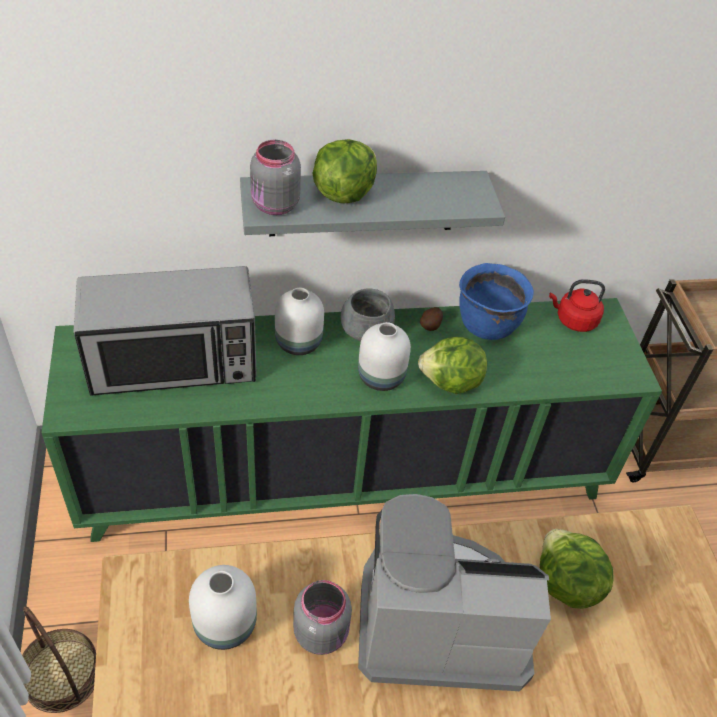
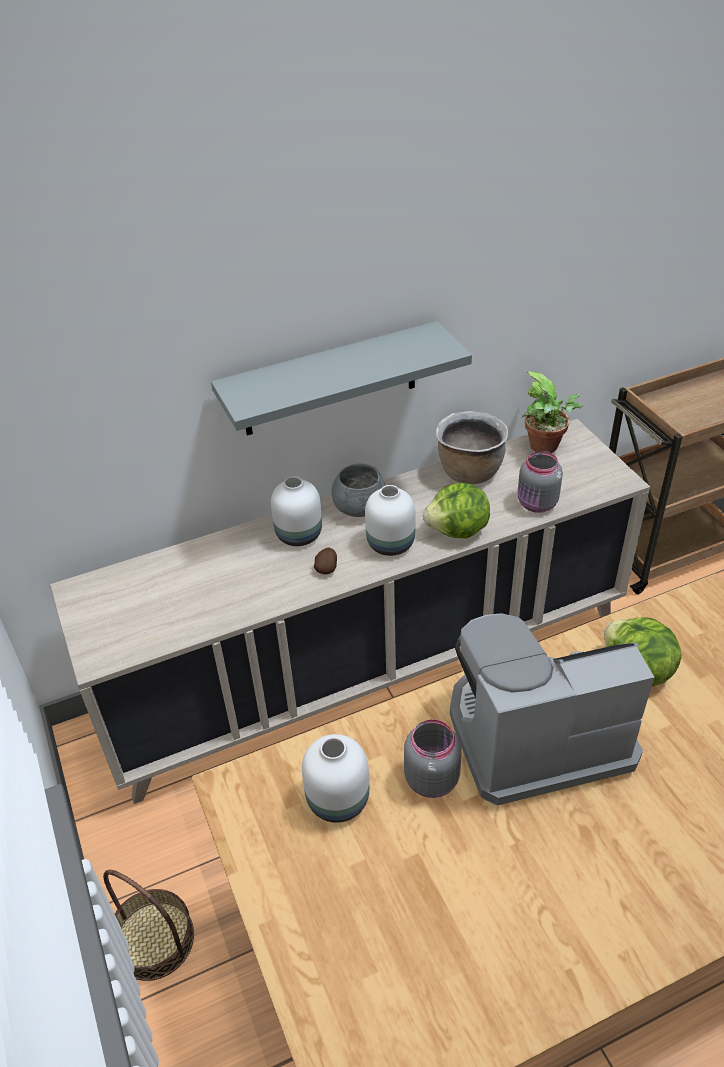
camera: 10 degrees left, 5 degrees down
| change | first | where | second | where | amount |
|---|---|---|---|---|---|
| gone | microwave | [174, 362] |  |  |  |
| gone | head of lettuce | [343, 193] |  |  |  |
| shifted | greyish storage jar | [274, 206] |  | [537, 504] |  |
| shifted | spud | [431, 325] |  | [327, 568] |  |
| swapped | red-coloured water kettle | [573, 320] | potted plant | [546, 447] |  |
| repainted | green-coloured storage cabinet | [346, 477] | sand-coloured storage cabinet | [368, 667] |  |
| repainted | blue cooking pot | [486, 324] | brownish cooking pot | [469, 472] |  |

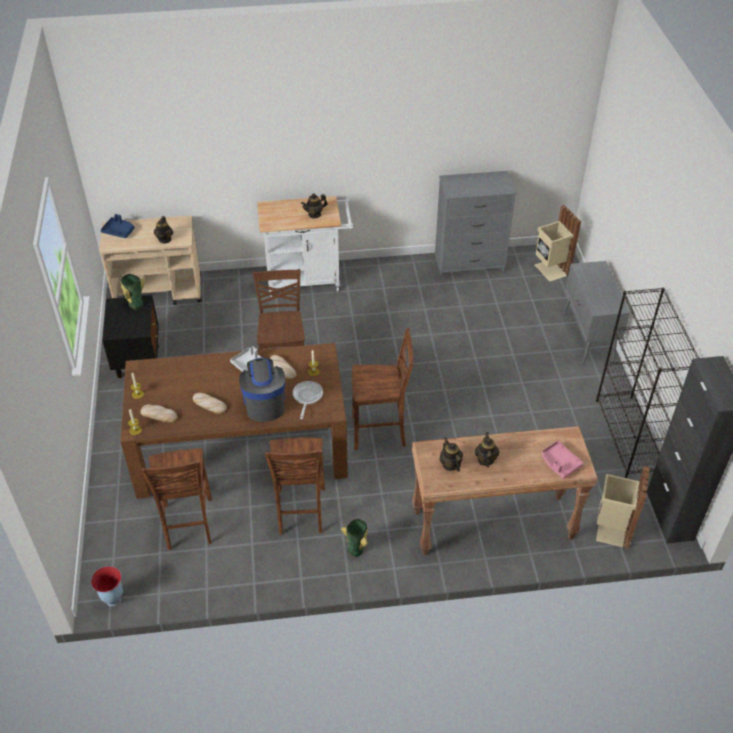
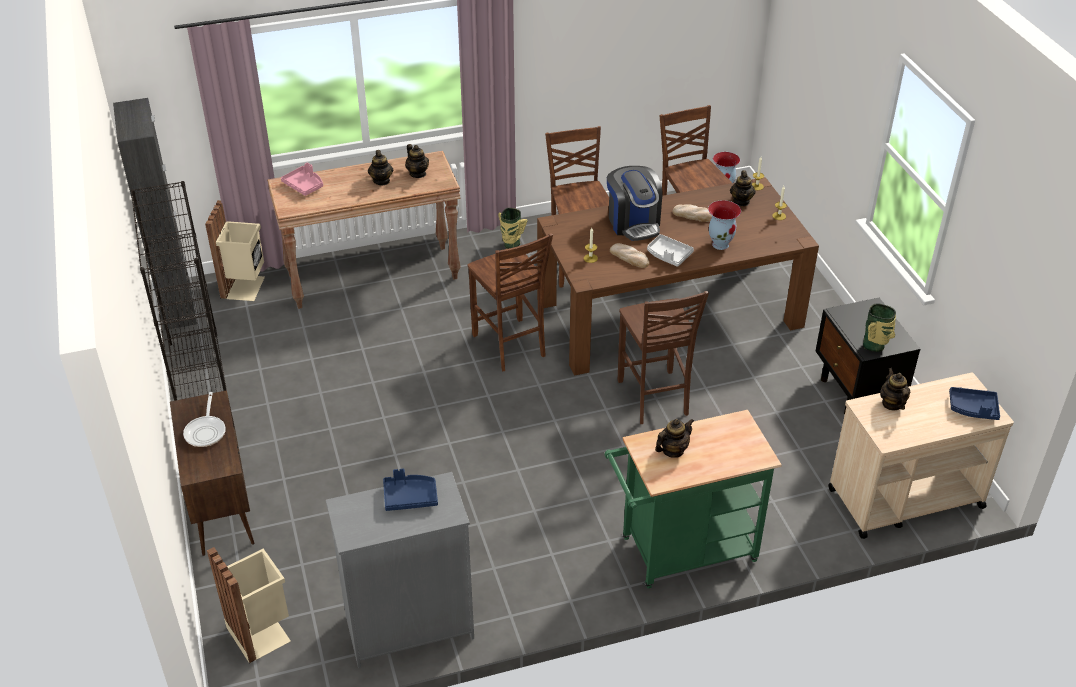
camera: 170 degrees right, 5 degrees down
| change | first | where | second | where | amount |
|---|---|---|---|---|---|
| new |  |  | blue serving tray | [410, 497] |  |
| new |  |  | flower vase | [720, 244] |  |
| shifted | skillet | [307, 397] |  | [206, 431] |  |
| swapped | bread | [159, 415] | pot for tea | [741, 201] |  |
| repainted | white-coloured wheeled cart | [308, 280] | green-coloured wheeled cart | [680, 552] |  |
| repainted | greyish storage cabinet | [588, 338] | brownish storage cabinet | [221, 507] |  |
| rotated | brownish upright chair | [380, 433] |  | [510, 346] | 105 degrees counterclockwise |

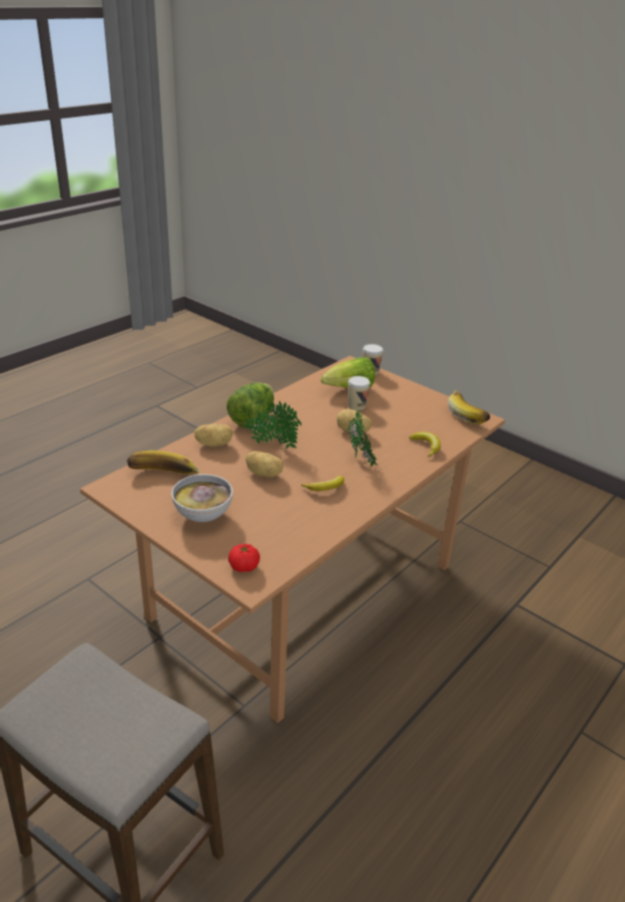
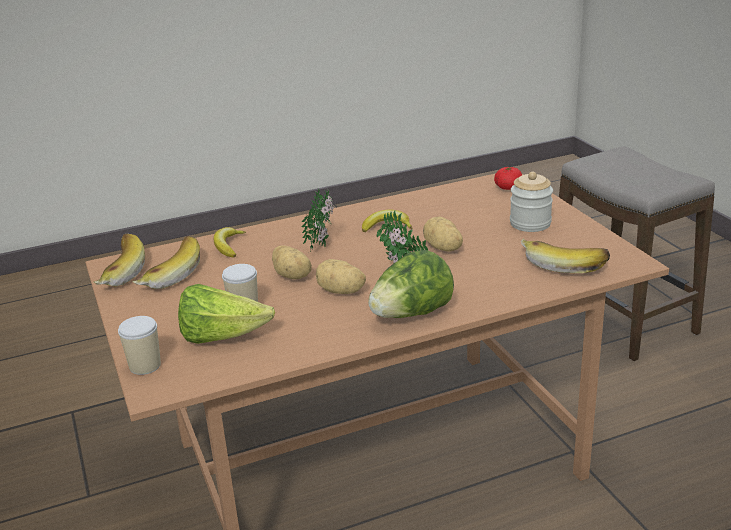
camera: 150 degrees left, 5 degrees down
| change | first | where | second | where | amount |
|---|---|---|---|---|---|
| new |  |  | whole banana | [169, 274] |  |
| shifted | spud | [214, 444] |  | [341, 292] |  |
| swapped | bowl | [203, 515] | storage jar | [530, 223] |  |

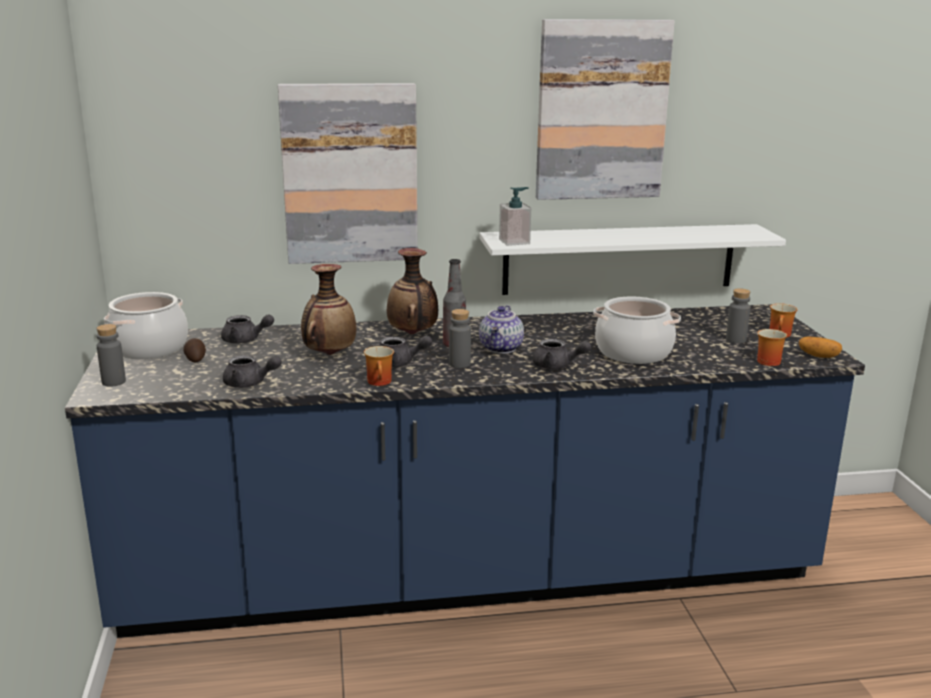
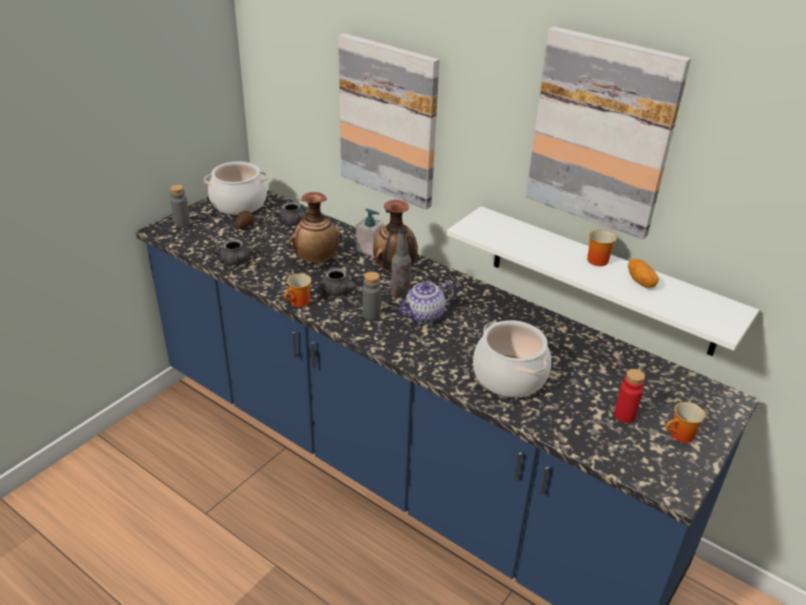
camera: 45 degrees right, 15 degrees up
| change | first | where | second | where | amount |
|---|---|---|---|---|---|
| gone | greyish pot for tea | [557, 366] |  |  |  |
| shifted | soap bottle | [514, 242] |  | [370, 249] |  |
| shifted | coffee mug | [765, 361] |  | [597, 259] |  |
| shifted | spud | [818, 356] |  | [641, 281] |  |
| repainted | greyish beverage bottle | [735, 340] | red-coloured beverage bottle | [624, 415] |  |

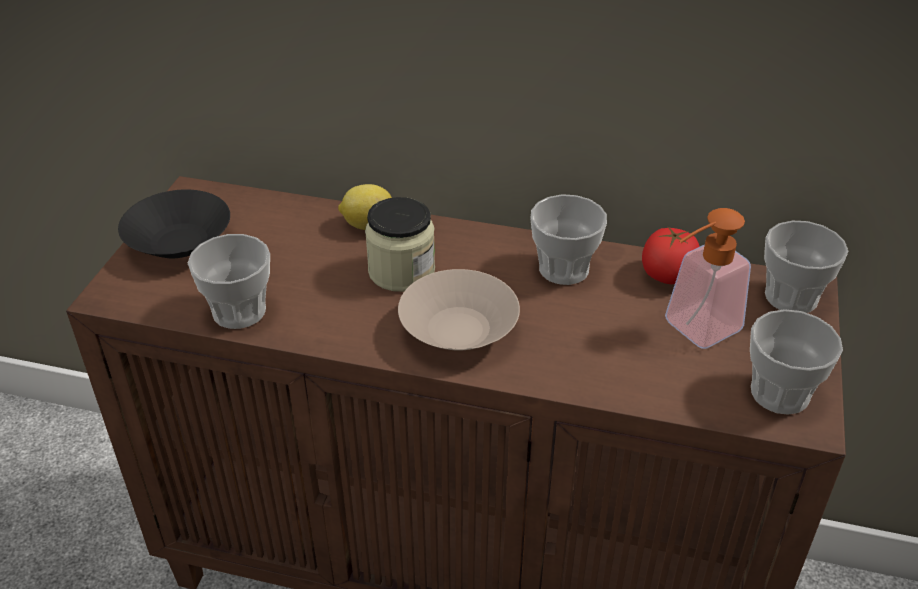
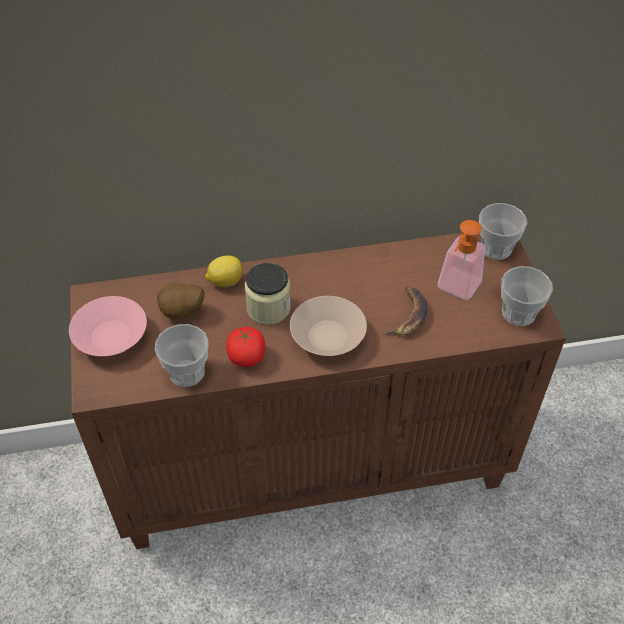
camera: 25 degrees left, 10 degrees up
| change | first | where | second | where | amount |
|---|---|---|---|---|---|
| gone | small cup | [564, 269] |  |  |  |
| new |  |  | spud | [182, 313] |  |
| new |  |  | whole banana | [408, 315] |  |
| shifted | tomato | [667, 275] |  | [246, 357] |  |
| repainted | black bowl | [178, 244] | pinkish bowl | [111, 338] |  |

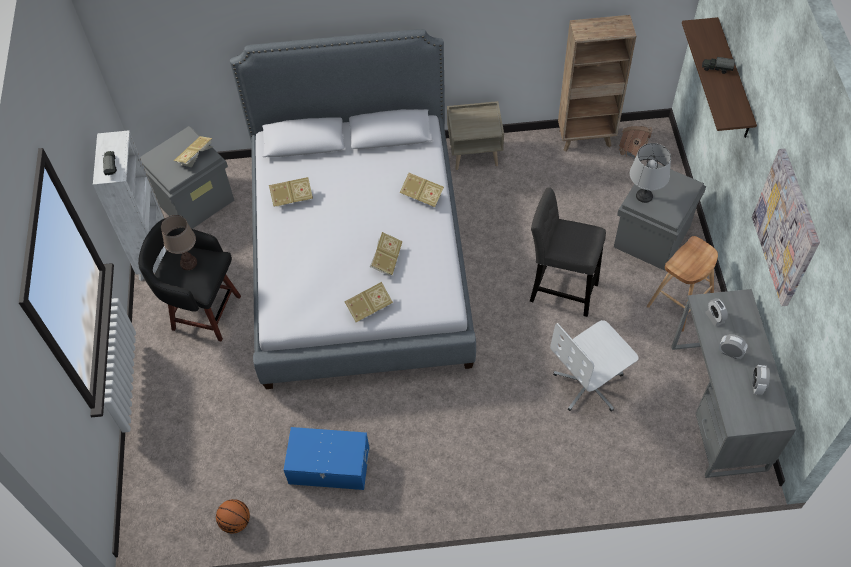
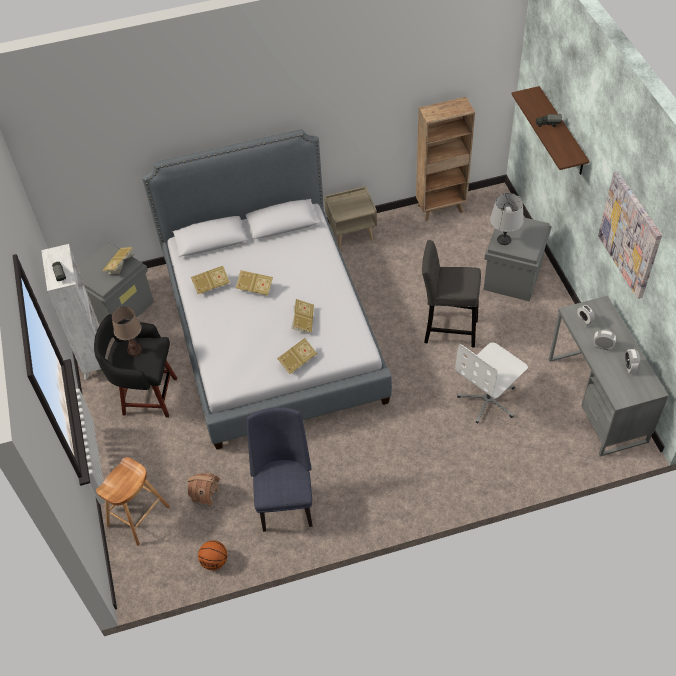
camera: 10 degrees left, 5 degrees down
| change | first | where | second | where | amount |
|---|---|---|---|---|---|
| shifted | bound book | [422, 196] |  | [255, 288] |  |
| shifted | toy house | [633, 150] |  | [205, 494] |  |
| shifted | brownish stool seat | [680, 302] |  | [138, 516] |  |
| swapped | blue storage container | [329, 466] | blue upright chair | [285, 502] |  |

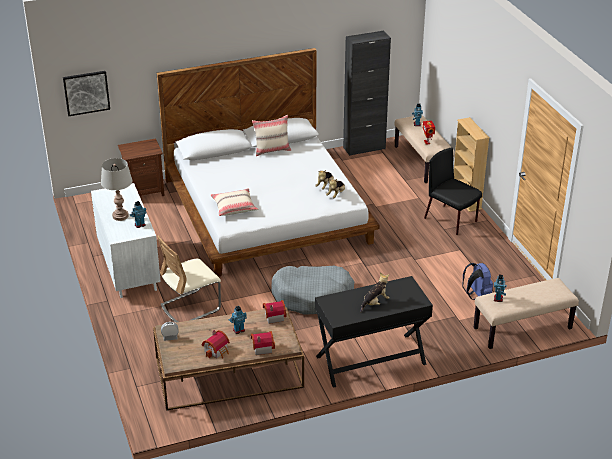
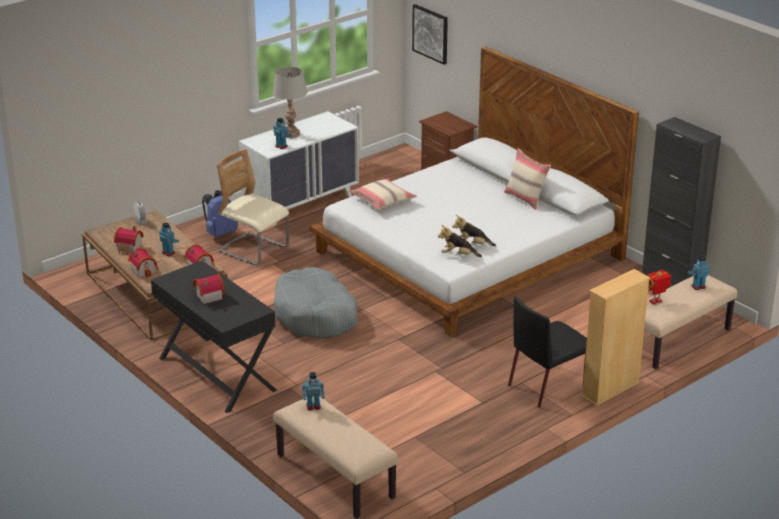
camera: 70 degrees right, 5 degrees down
| change | first | where | second | where | amount |
|---|---|---|---|---|---|
| shifted | blue knapsack | [477, 296] |  | [220, 233] |  |
| swapped | plush toy | [375, 303] | toy house | [208, 296] |  |
| rotated | black upright chair | [451, 220] |  | [547, 385] | 150 degrees counterclockwise |

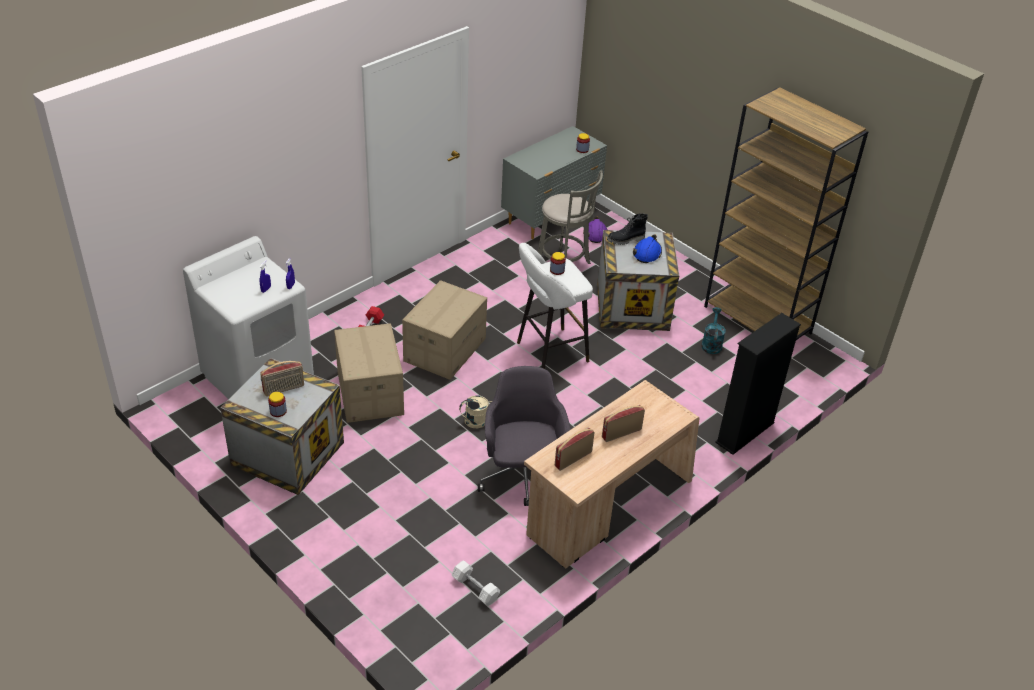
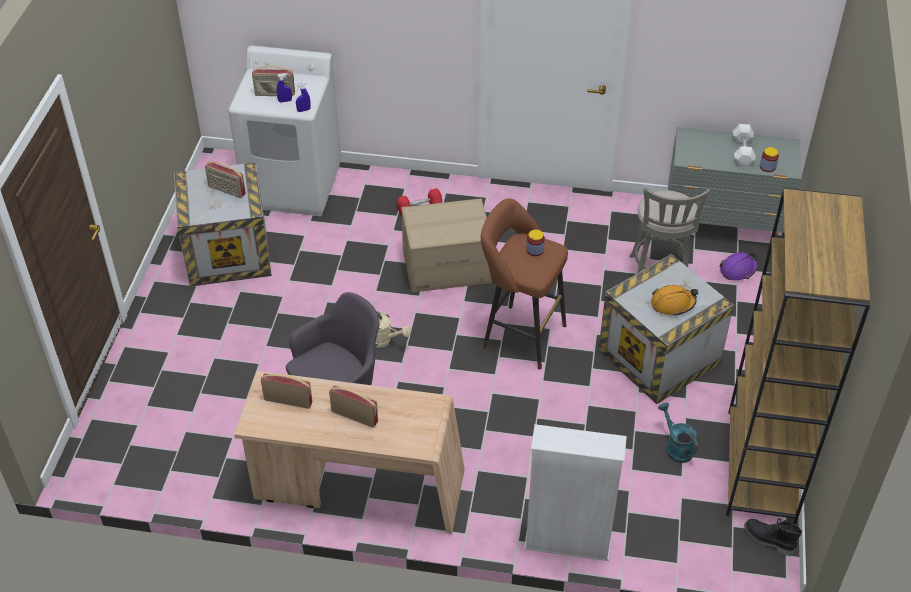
camera: 55 degrees right, 5 degrees up
| change | first | where | second | where | amount |
|---|---|---|---|---|---|
| gone | storage jar | [278, 411] |  |  |  |
| gone | packing box | [369, 393] |  |  |  |
| new |  |  | radio set | [274, 94] |  |
| shifted | white-coloured hand weight | [475, 588] |  | [742, 151] |  |
| shifted | black tall boot | [626, 240] |  | [768, 540] |  |
| repainted | white-coloured stool seat | [548, 353] | brownish stool seat | [519, 335] |  |
| repainted | blue hard hat | [647, 253] | orange hard hat | [672, 304] |  |
| repainted | black bookshelf | [745, 433] | white-coloured bookshelf | [567, 543] |  |
| rotated | turquoise-coloured sprinkling can | [711, 343] |  | [676, 447] | 90 degrees counterclockwise |

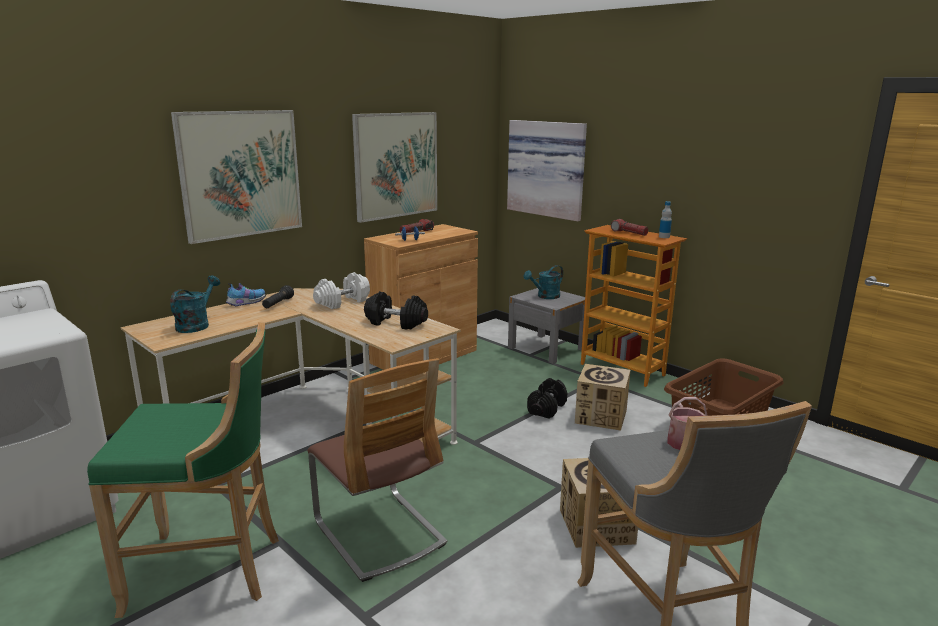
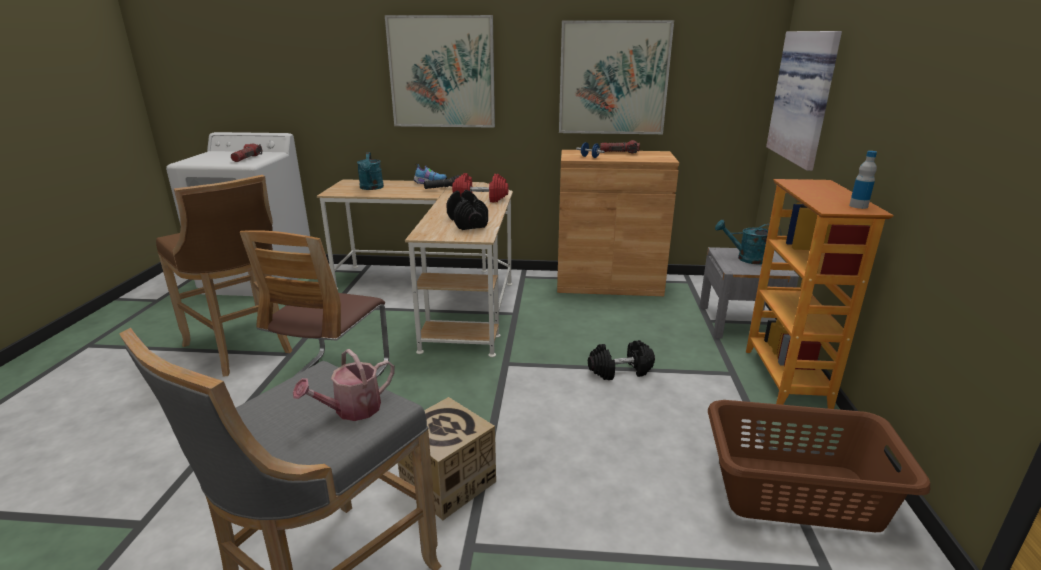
camera: 50 degrees right, 5 degrees up
| change | first | where | second | where | amount |
|---|---|---|---|---|---|
| gone | packing box | [601, 416] |  |  |  |
| shifted | flashlight | [629, 233] |  | [247, 158] |  |
| repainted | green-coloured stool seat | [210, 571] | brownish stool seat | [243, 348] |  |
| repainted | white-coloured hand weight | [342, 302] | red-coloured hand weight | [480, 199] |  |
| rotated | turquoise-coloured sprinkling can | [196, 325] |  | [371, 188] | 105 degrees clockwise |

